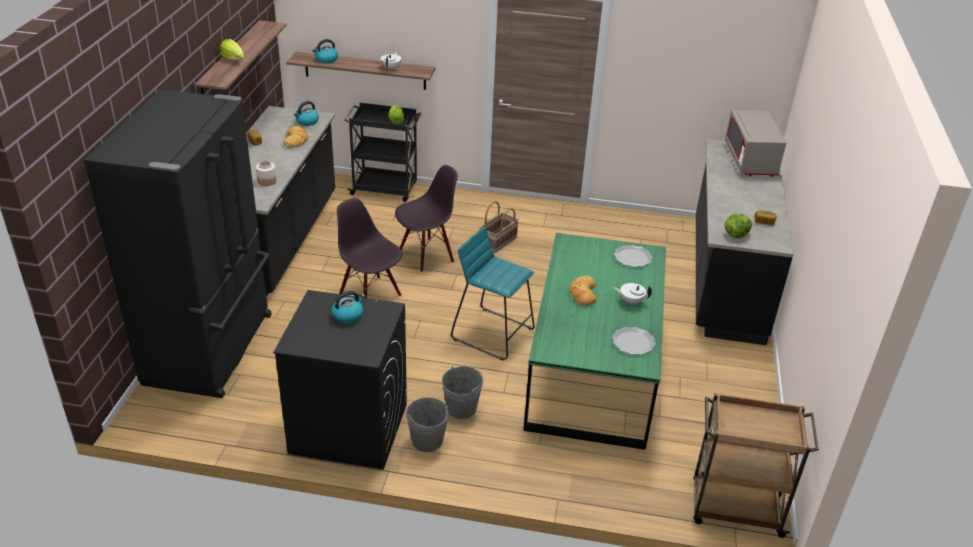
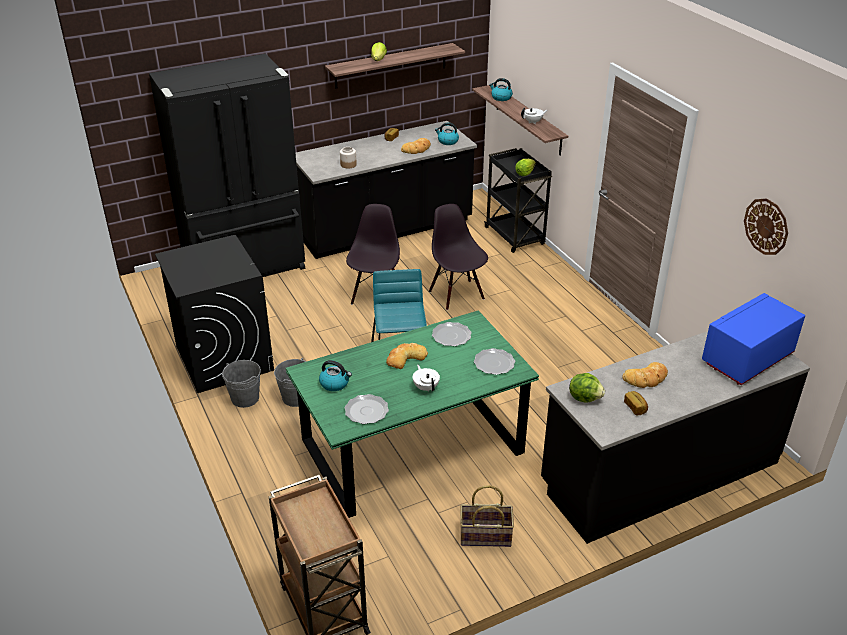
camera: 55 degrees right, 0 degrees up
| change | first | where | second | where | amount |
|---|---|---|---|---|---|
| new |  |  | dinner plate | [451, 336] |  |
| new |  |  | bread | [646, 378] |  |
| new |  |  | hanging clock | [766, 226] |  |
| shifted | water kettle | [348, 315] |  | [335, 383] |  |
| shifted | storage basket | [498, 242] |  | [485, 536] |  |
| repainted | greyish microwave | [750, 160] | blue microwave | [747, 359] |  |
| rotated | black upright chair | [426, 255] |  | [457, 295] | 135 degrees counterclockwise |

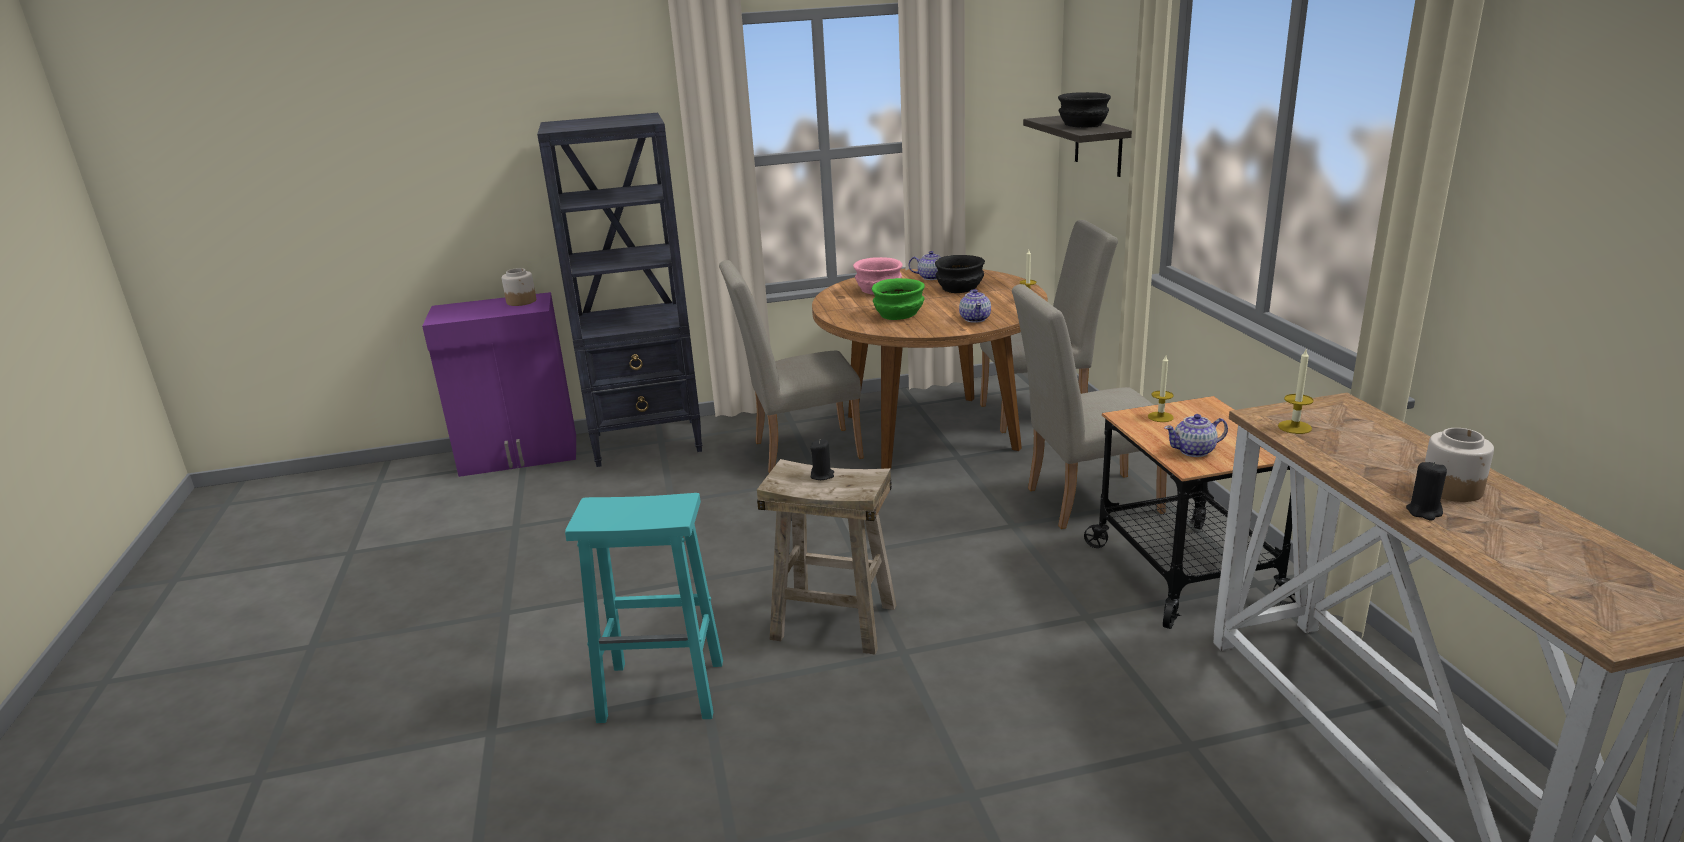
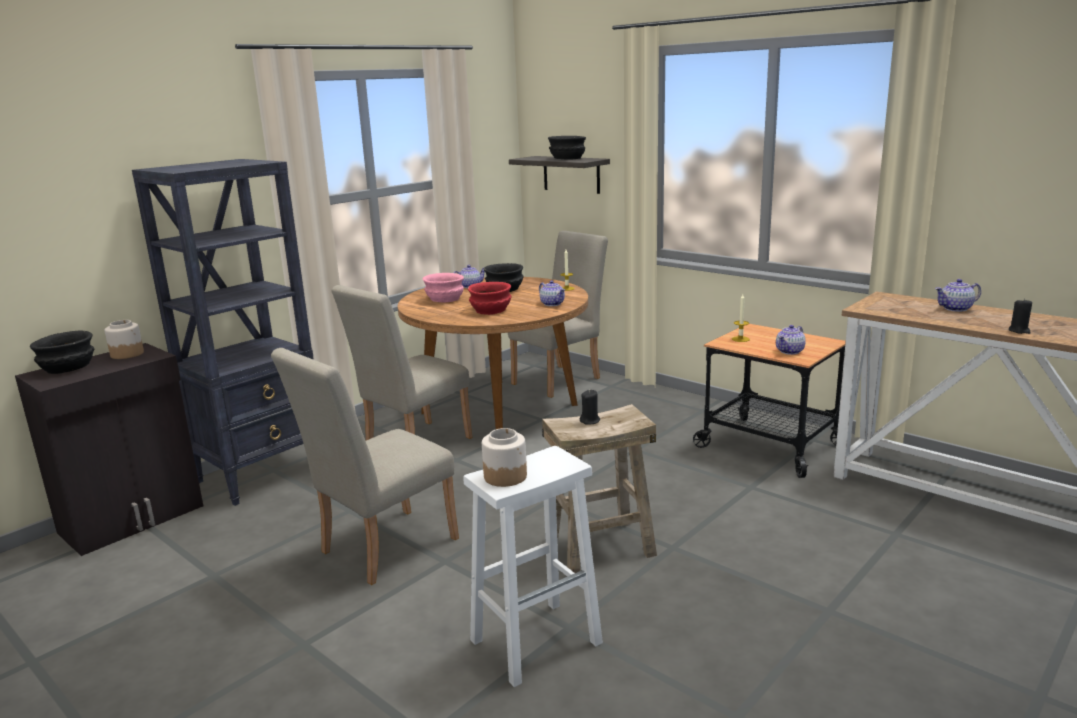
camera: 35 degrees left, 5 degrees down
| change | first | where | second | where | amount |
|---|---|---|---|---|---|
| gone | candle | [1294, 427] |  |  |  |
| new |  |  | black bowl | [68, 368] |  |
| new |  |  | pot for tea | [956, 308] |  |
| shifted | sand-coloured upright chair | [1083, 501] |  | [380, 549] |  |
| shifted | storage jar | [1451, 489] |  | [505, 476] |  |
| repainted | purple storage cabinet | [520, 456] | black storage cabinet | [134, 519] |  |
| repainted | turquoise-coloured stool seat | [664, 690] | white-coloured stool seat | [537, 641] |  |
| repainted | green-coloured bowl | [899, 314] | red-coloured bowl | [491, 310] |  |

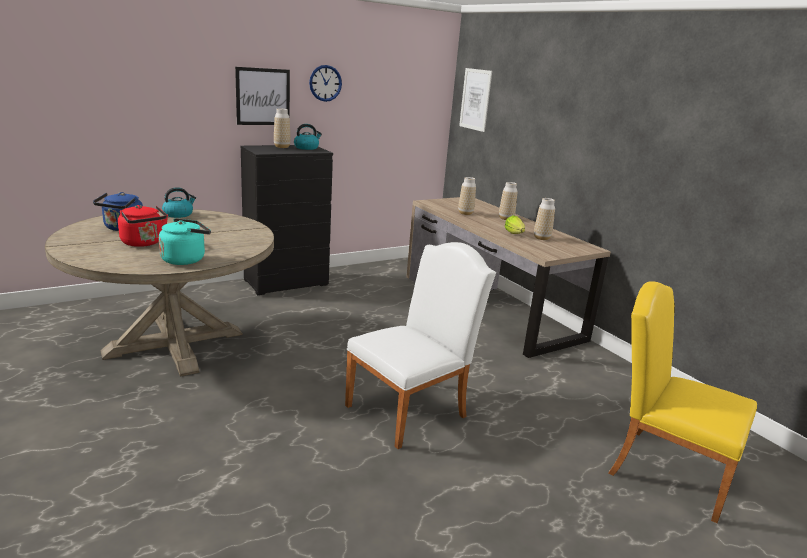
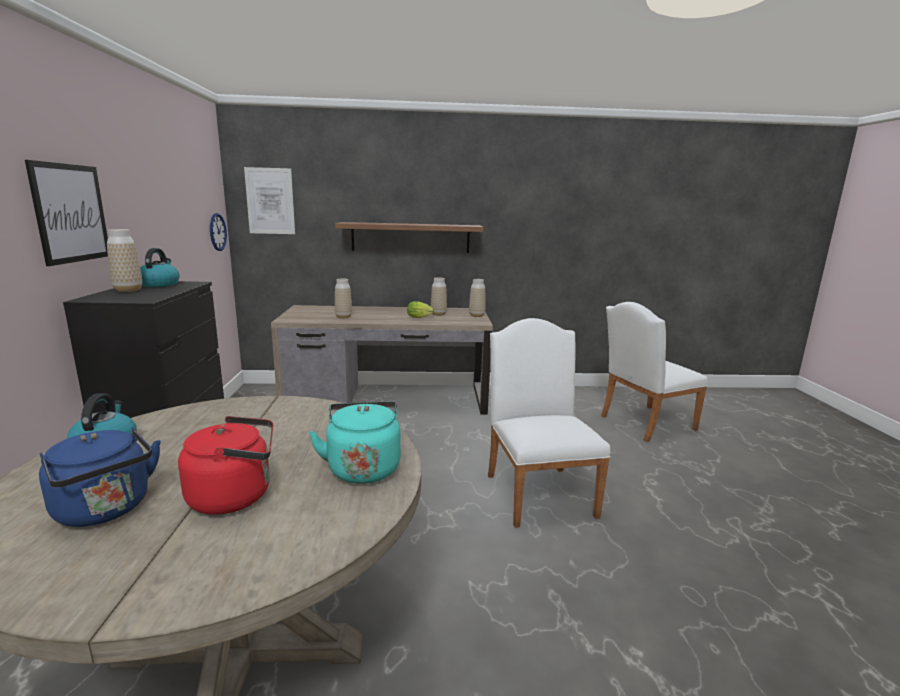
camera: 60 degrees left, 5 degrees down
| change | first | where | second | where | amount |
|---|---|---|---|---|---|
| new |  |  | wall shelf | [410, 237] |  |
| shifted | hanging clock | [325, 83] |  | [217, 232] |  |
| shifted | flower vase | [506, 218] |  | [476, 315] |  |
| repainted | yellow upright chair | [662, 468] | white-coloured upright chair | [643, 423] |  |

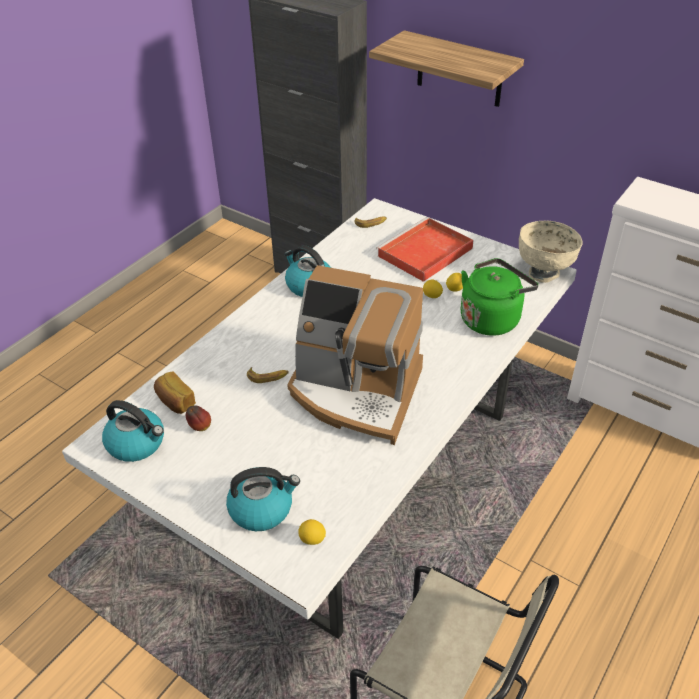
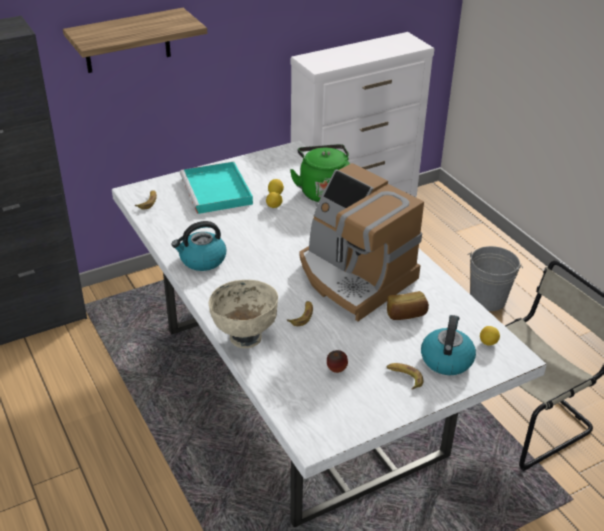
camera: 65 degrees left, 5 degrees down
| change | first | where | second | where | amount |
|---|---|---|---|---|---|
| gone | water kettle | [137, 443] |  |  |  |
| new |  |  | whole banana | [404, 377] |  |
| new |  |  | greyish water bucket | [487, 299] |  |
| shifted | bread | [175, 401] |  | [406, 315] |  |
| shifted | sand-coloured bowl | [543, 273] |  | [245, 336] |  |
| repainted | red-coloured serving tray | [424, 253] | turquoise-coloured serving tray | [217, 191] |  |
| rotated | coffee machine | [356, 391] |  | [353, 277] | 90 degrees clockwise |

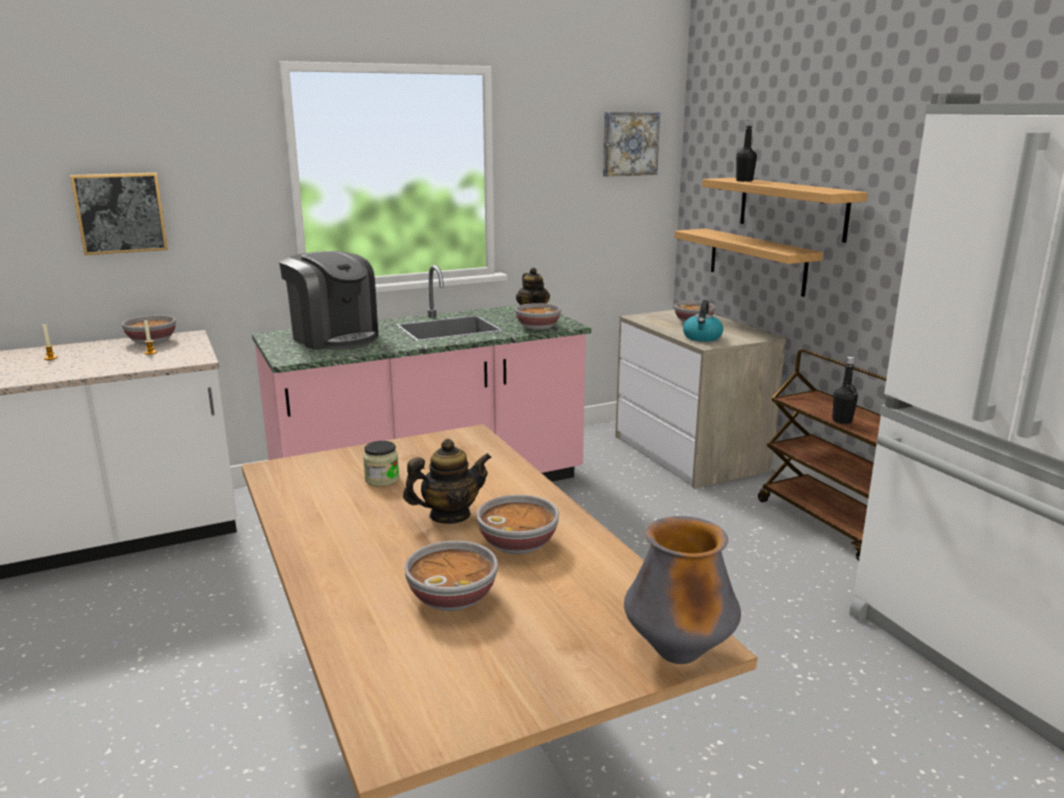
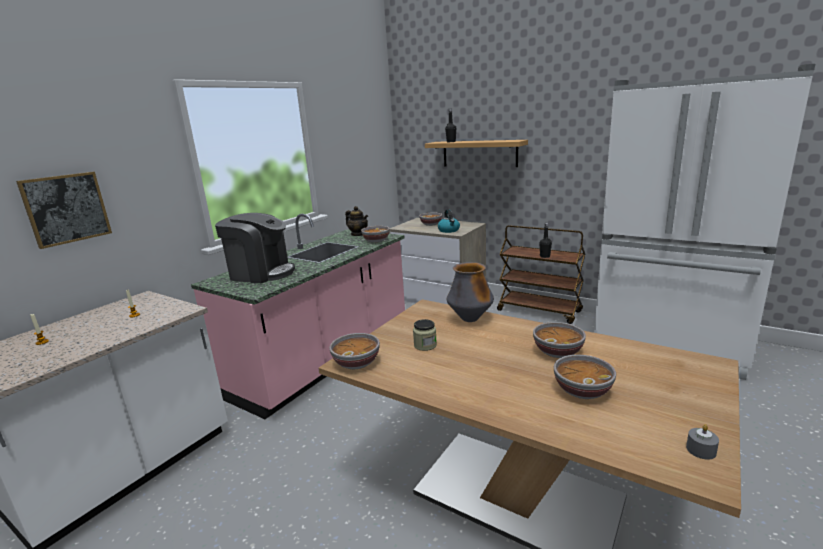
camera: 30 degrees left, 0 degrees up
| change | first | where | second | where | amount |
|---|---|---|---|---|---|
| gone | pot for tea | [449, 516] |  |  |  |
| gone | wall art | [629, 143] |  |  |  |
| gone | wall shelf | [757, 261] |  |  |  |
| new |  |  | greyish candle | [701, 450] |  |
| shifted | bowl | [152, 341] |  | [356, 362] |  |
| shifted | flower vase | [678, 653] |  | [470, 319] |  |

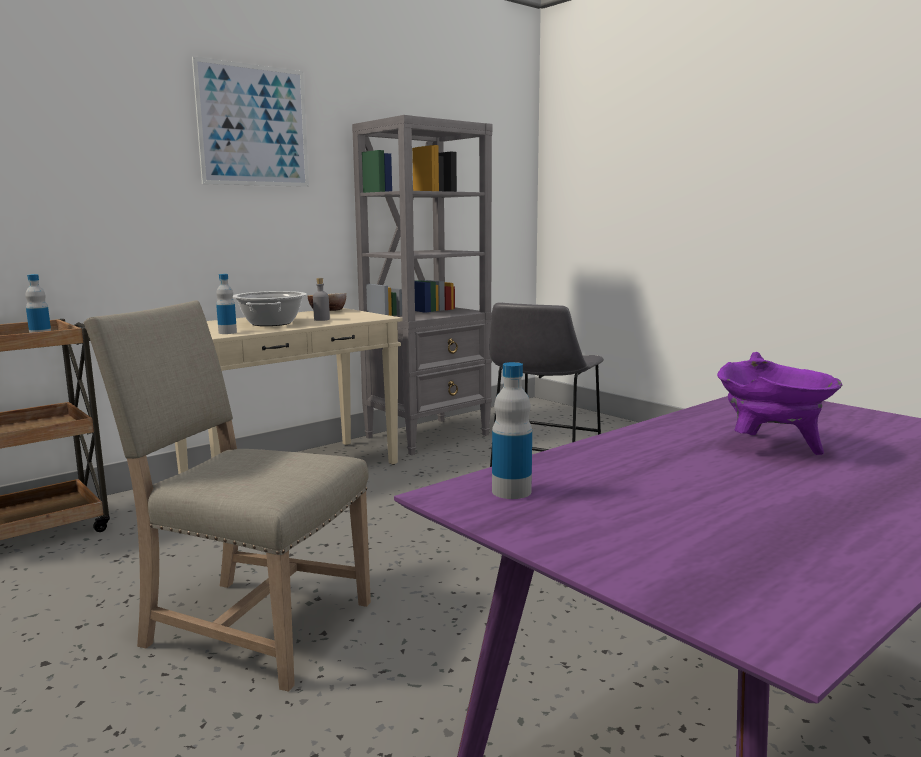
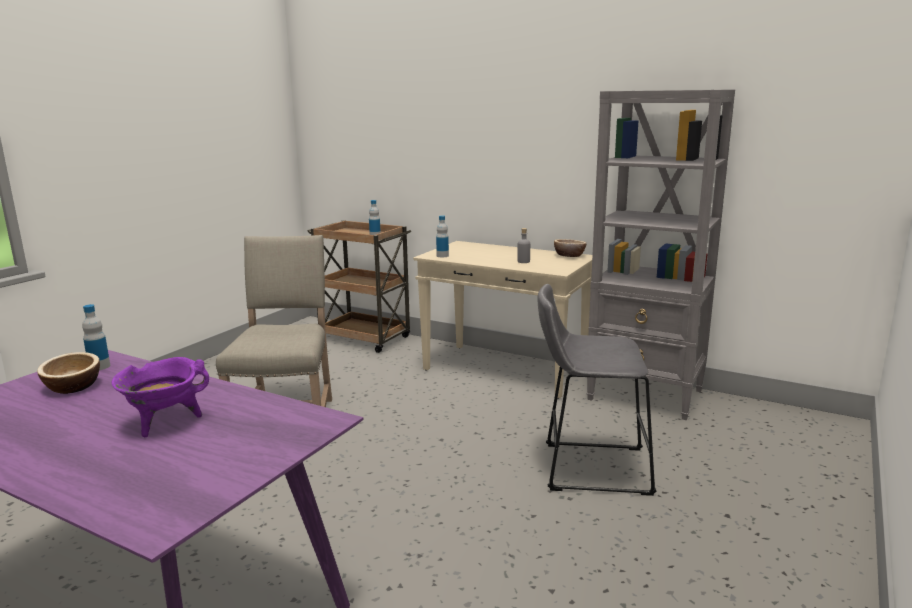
camera: 70 degrees right, 5 degrees up
| change | first | where | second | where | amount |
|---|---|---|---|---|---|
| gone | wall art | [253, 126] |  |  |  |
| gone | cooking pot | [271, 323] |  |  |  |
| new |  |  | bowl | [73, 386] |  |

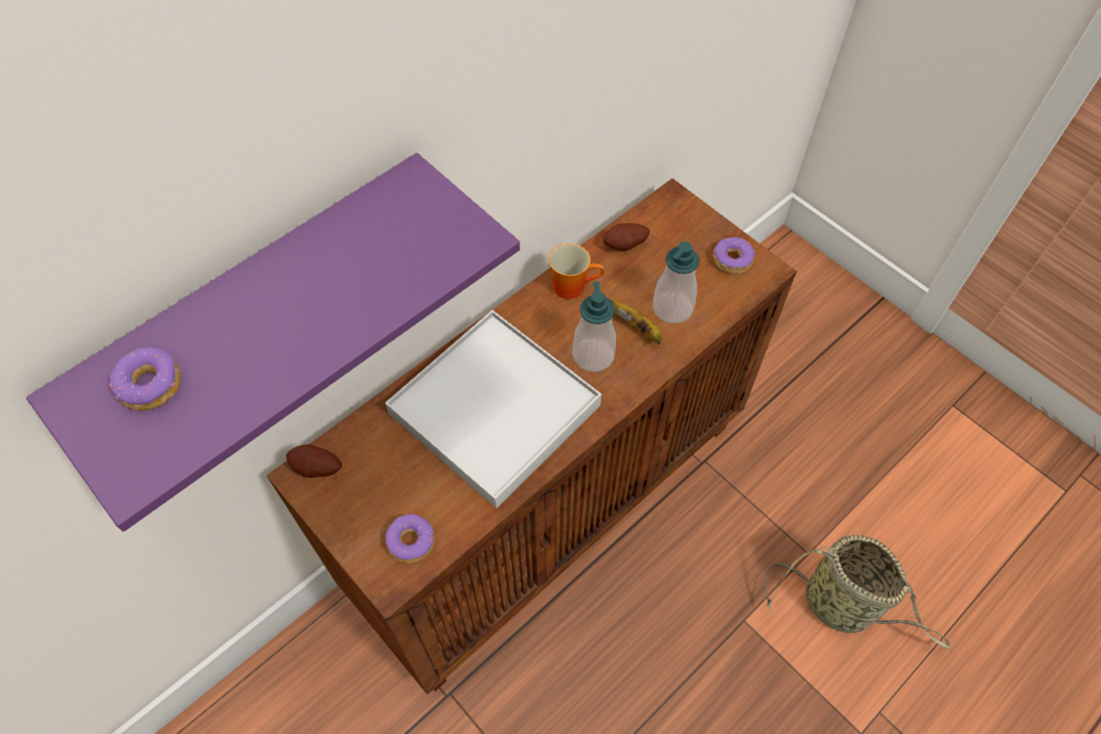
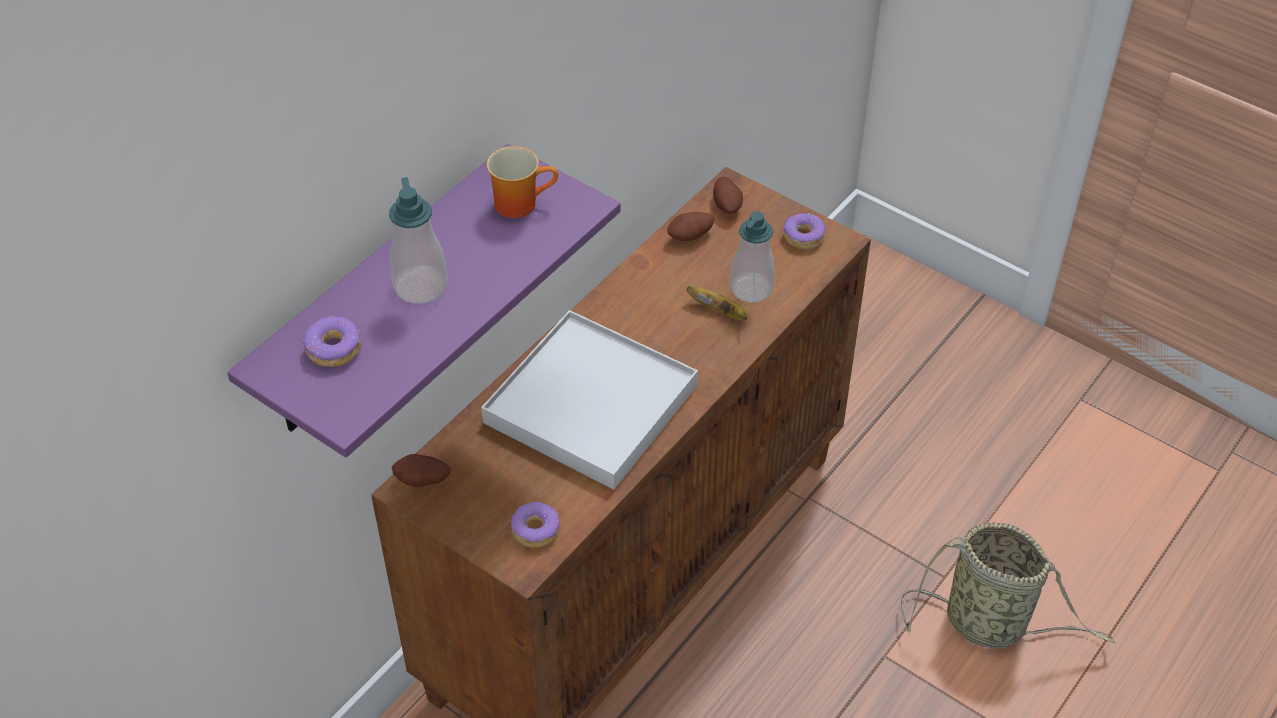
camera: 10 degrees left, 10 degrees down
| change | first | where | second | where | amount |
|---|---|---|---|---|---|
| new |  |  | spud | [727, 205] |  |
| shifted | coffee mug | [572, 284] |  | [520, 201] |  |
| shifted | soap bottle | [593, 355] |  | [421, 286] |  |

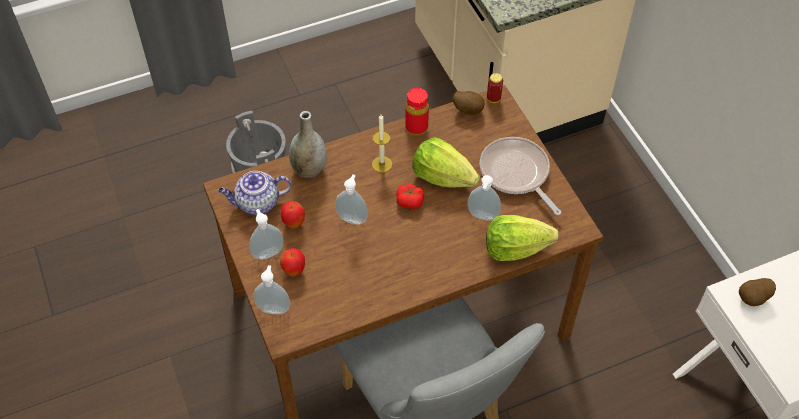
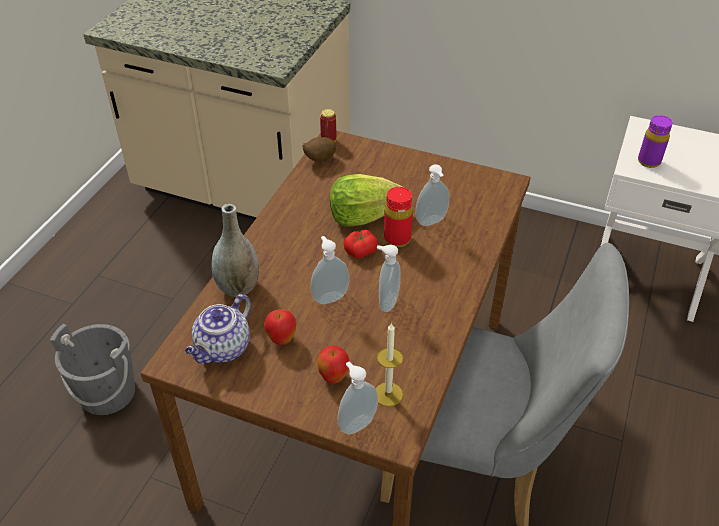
camera: 45 degrees left, 10 degrees down
| change | first | where | second | where | amount |
|---|---|---|---|---|---|
| gone | skillet | [516, 174] |  |  |  |
| gone | head of lettuce | [515, 248] |  |  |  |
| shifted | soap bottle | [267, 252] |  | [386, 302] |  |
| shifted | candle | [382, 164] |  | [388, 394] |  |
| shifted | red-coloured beverage bottle | [416, 127] |  | [397, 239] |  |
| swapped | spud | [753, 299] | purple beverage bottle | [649, 161] |  |

